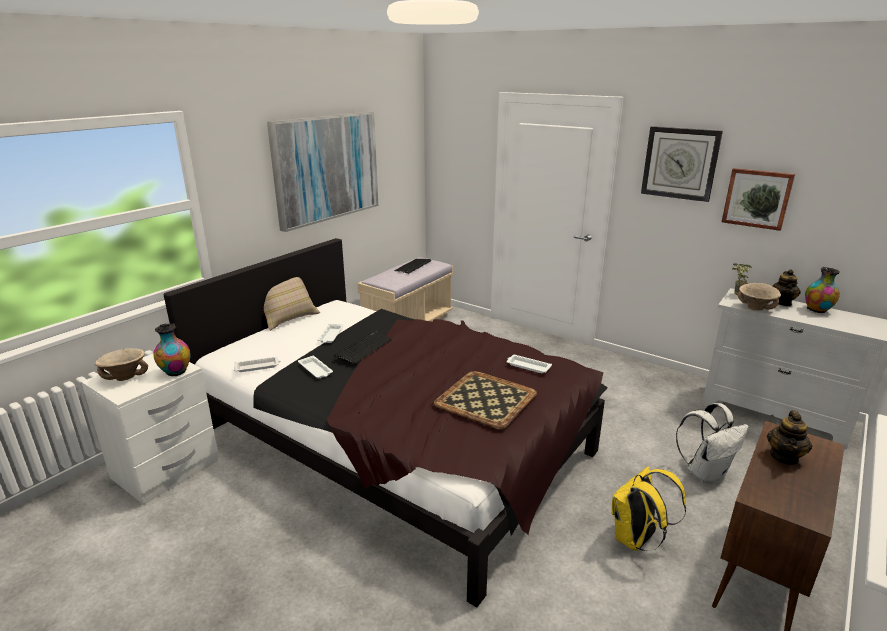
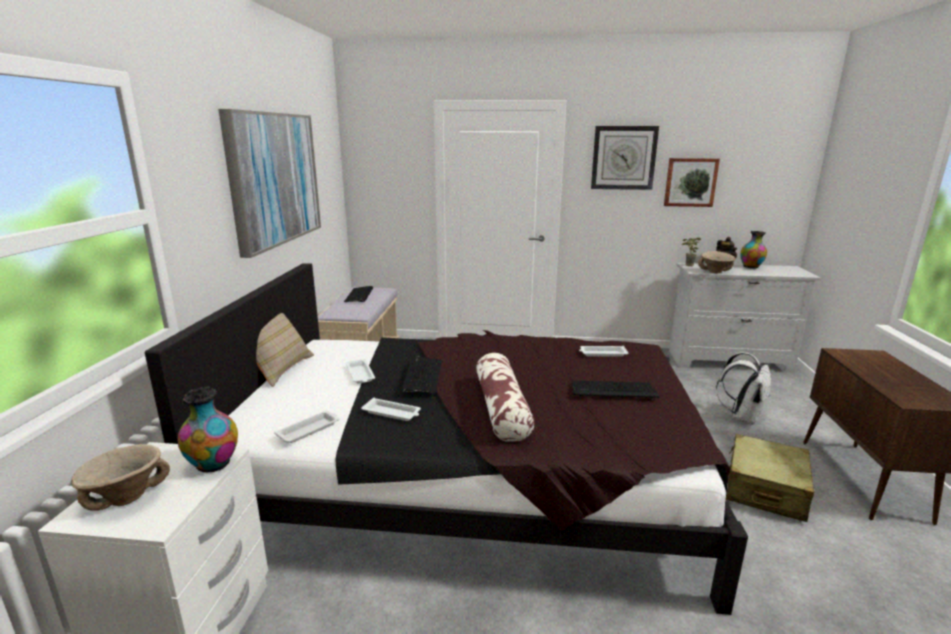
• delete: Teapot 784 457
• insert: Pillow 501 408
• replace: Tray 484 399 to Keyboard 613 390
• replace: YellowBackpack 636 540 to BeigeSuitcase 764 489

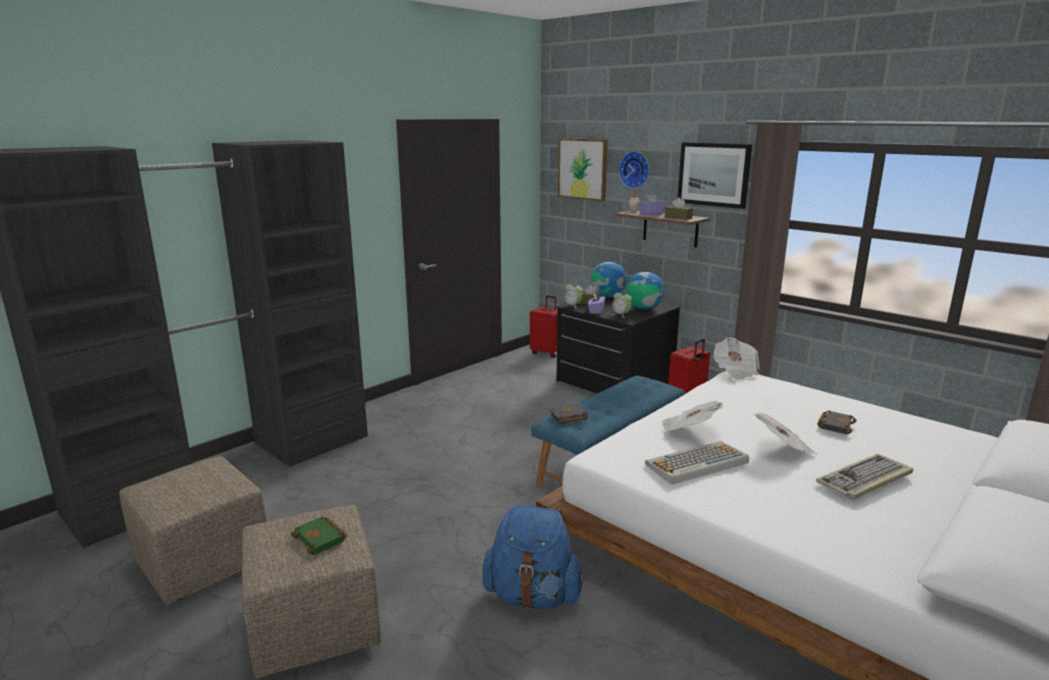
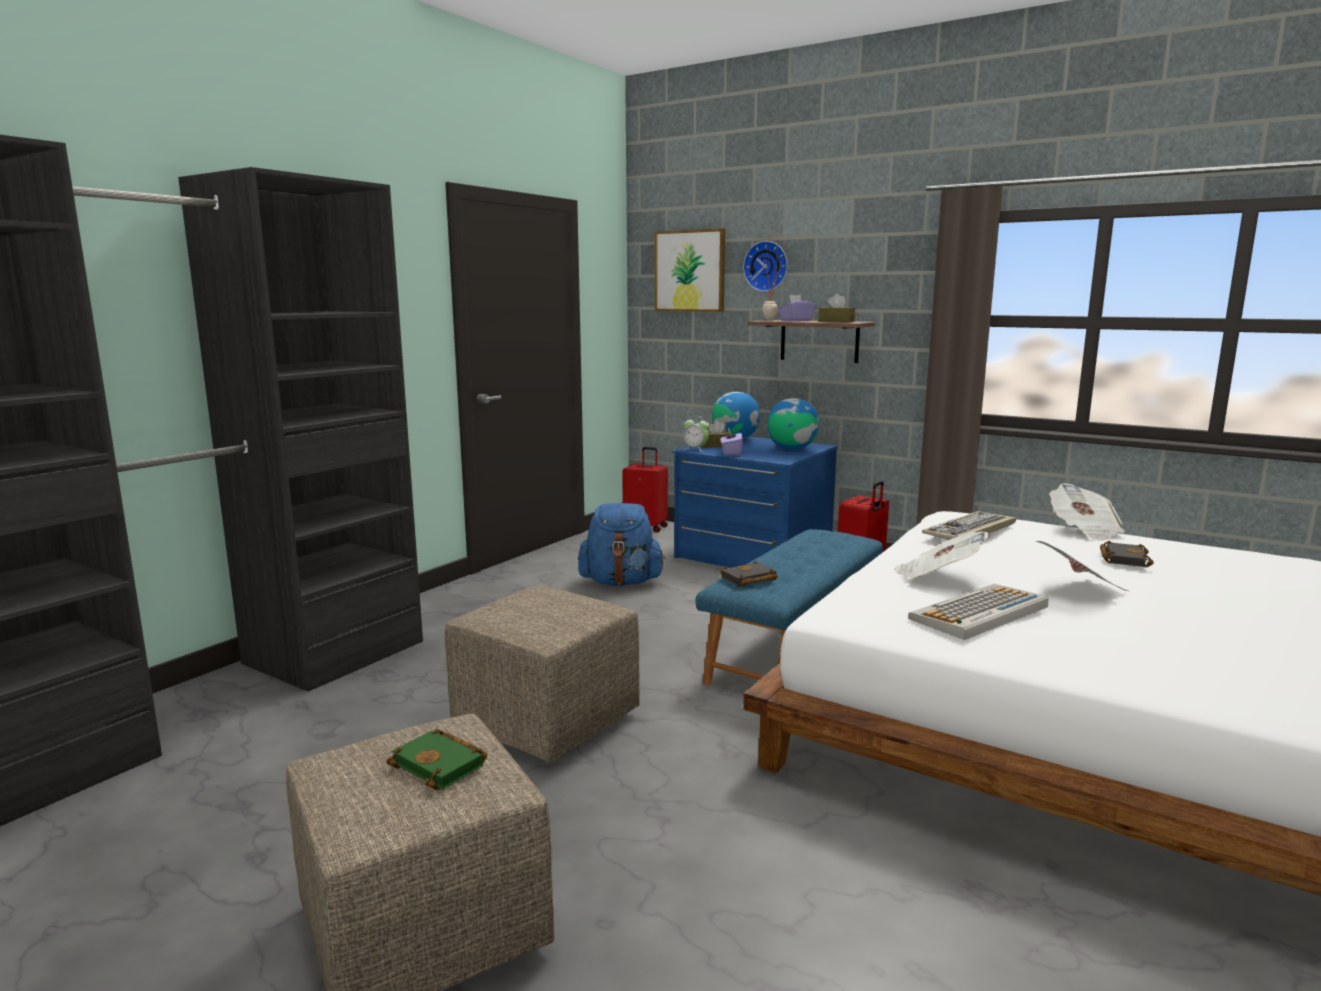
• delete: AlarmClock 621 315
• delete: Picture 713 174
• move: BeigeOttoman 204 563 to 549 721
• move: BlueBackpack 533 596 to 621 582
• move: Newspaper 735 371 to 1084 531
• move: Keyboard 865 480 to 970 530
• recolor: BlackDresser 613 382 to BlueDresser 752 554

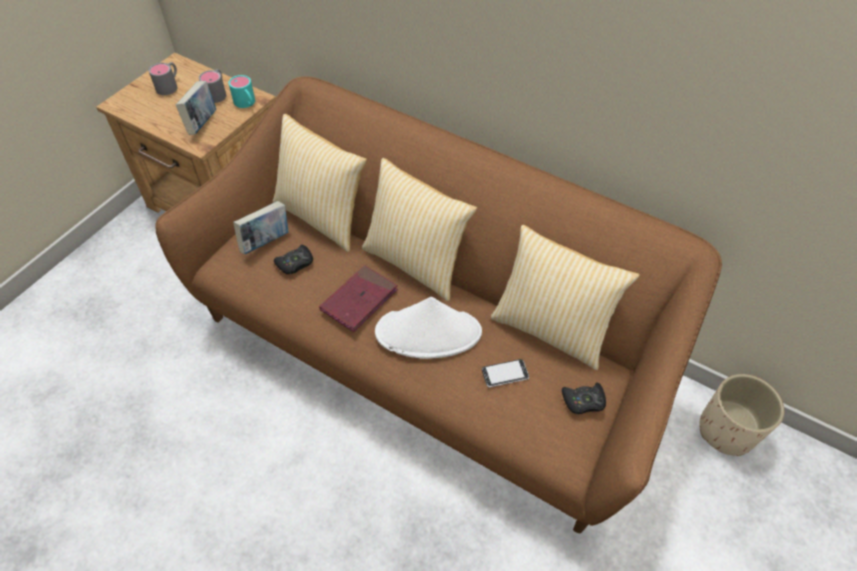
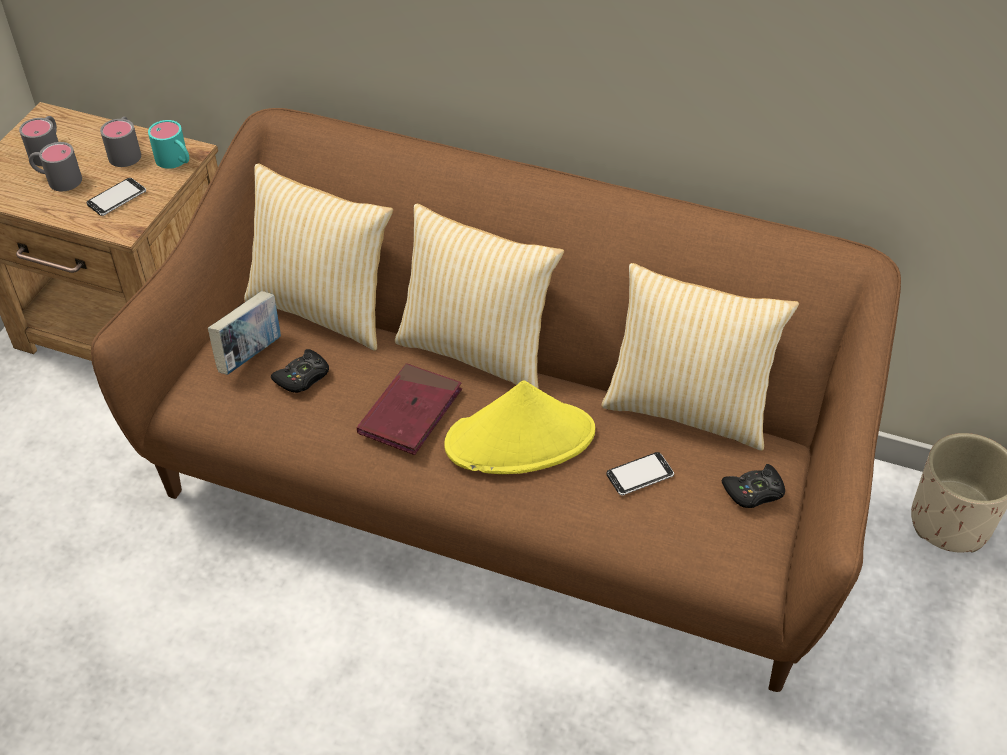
• insert: GreyMug 57 179
• replace: Book 202 123 to Phone 117 198
• recolor: WhiteHat 429 332 to YellowHat 520 439

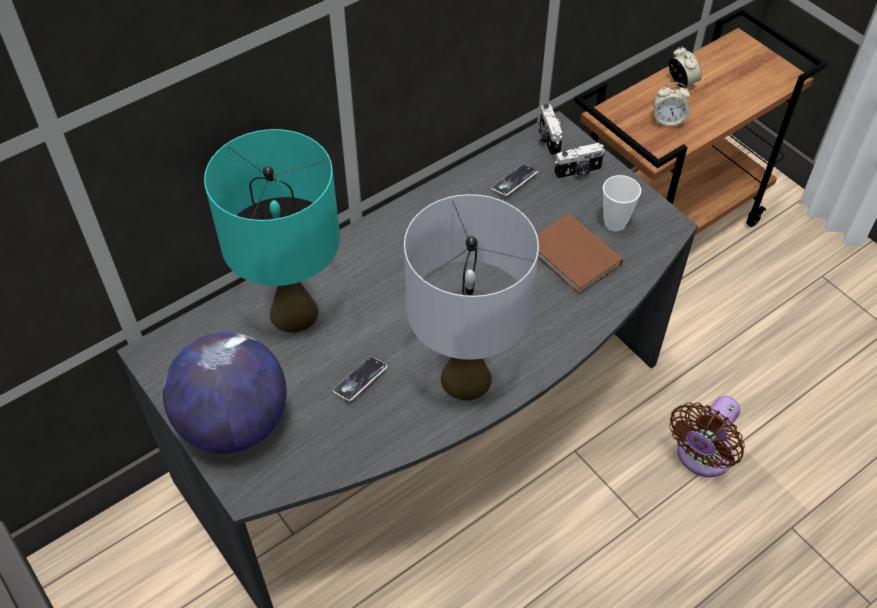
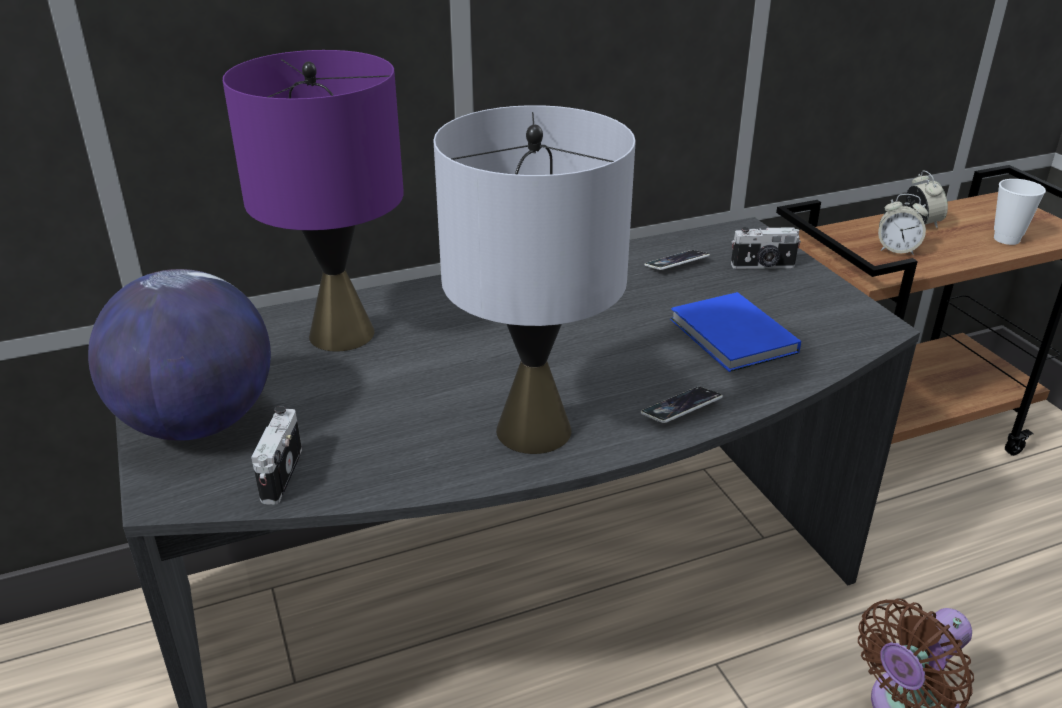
• move: Phone 360 380 to 681 409
• move: PhotoCamera 547 140 to 278 475
• move: Cup 615 223 to 1006 239
• recolor: TurquoiseTableLamp 294 312 to PurpleTableLamp 342 334
• recolor: BrownBook 574 258 to BlueBook 733 337

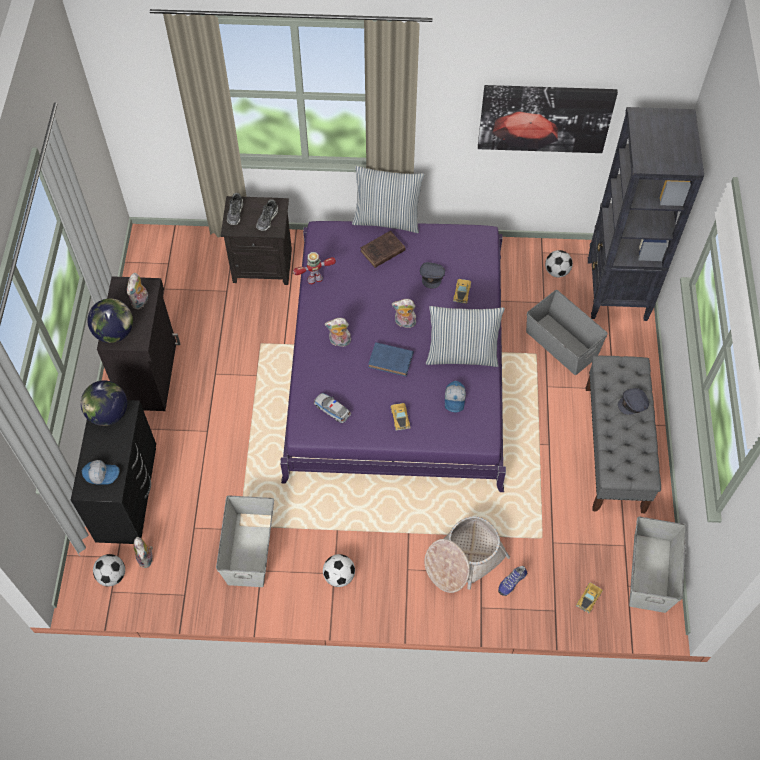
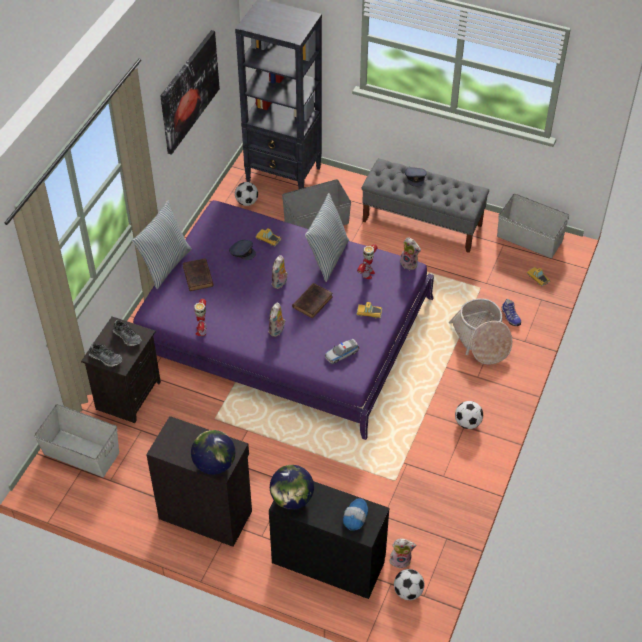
• move: PlushToy 141 302 to 410 264
• move: GreyStorageBox 249 550 to 81 453
• replace: Cap 455 400 to ToyRobot 367 274
• recolor: BlueBook 392 361 to BrownBook 313 301

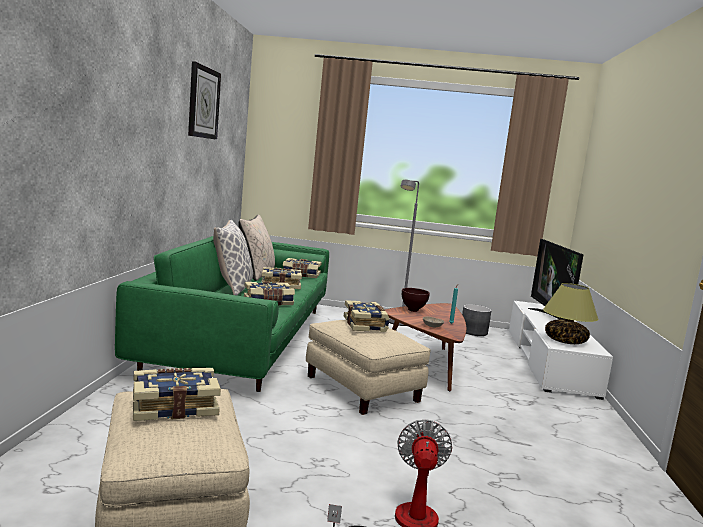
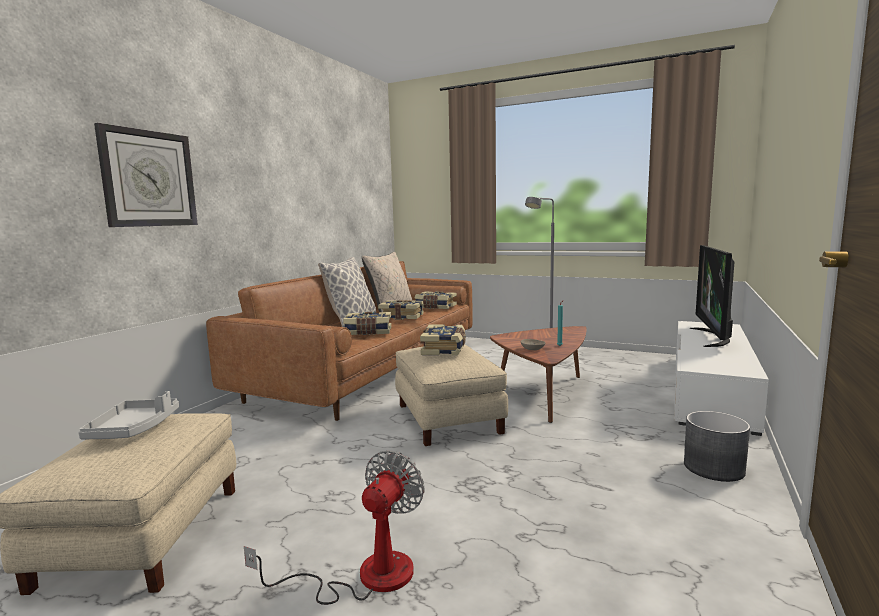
• delete: BrownBowl 414 310
• delete: TableLamp 565 341
• move: WallClock 203 102 to 149 179
• move: GreyPlanter 474 332 to 714 468
• replace: Book 174 406 to GreyTray 134 429
• recolor: GreenSofa 244 337 to BrownSofa 370 369

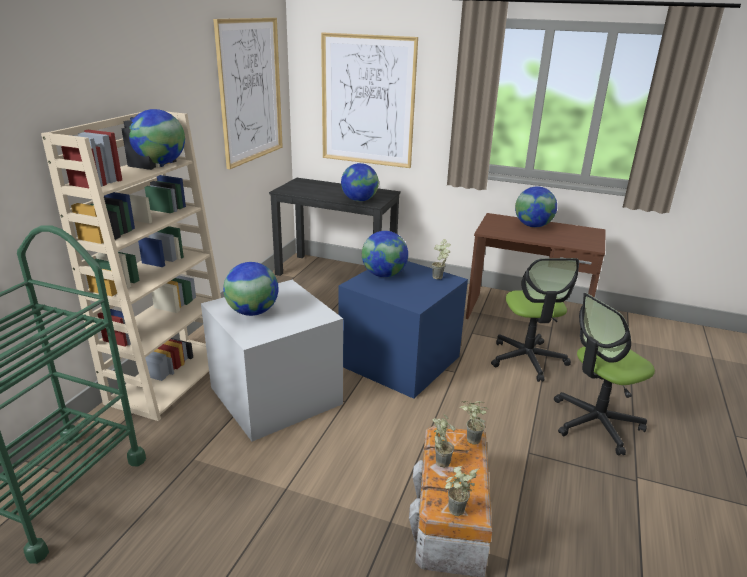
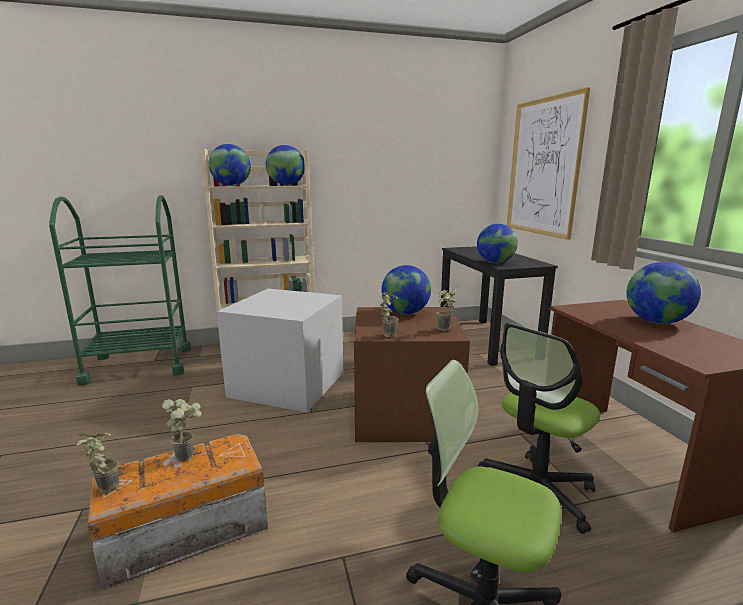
• delete: Picture 250 91
• move: Globe 252 312 to 231 185
• move: PottedPlant 469 441 to 386 334
• recolor: BlueStorageBox 401 360 to BrownStorageBox 406 414

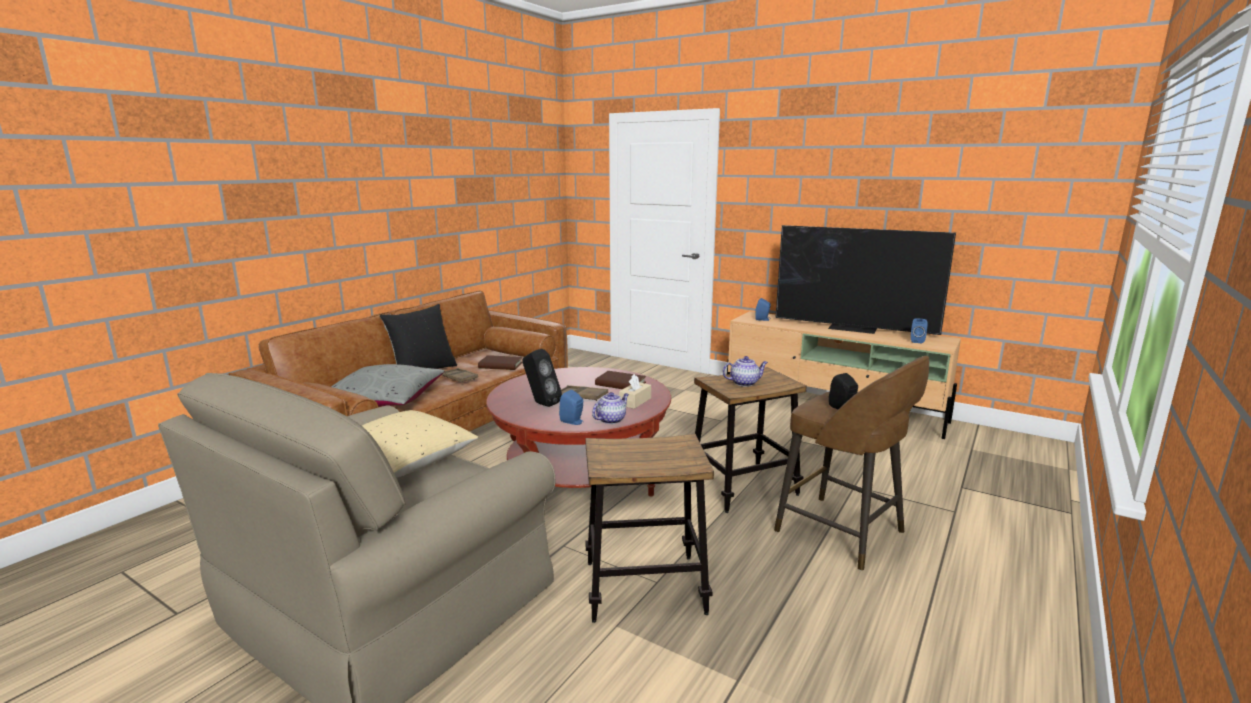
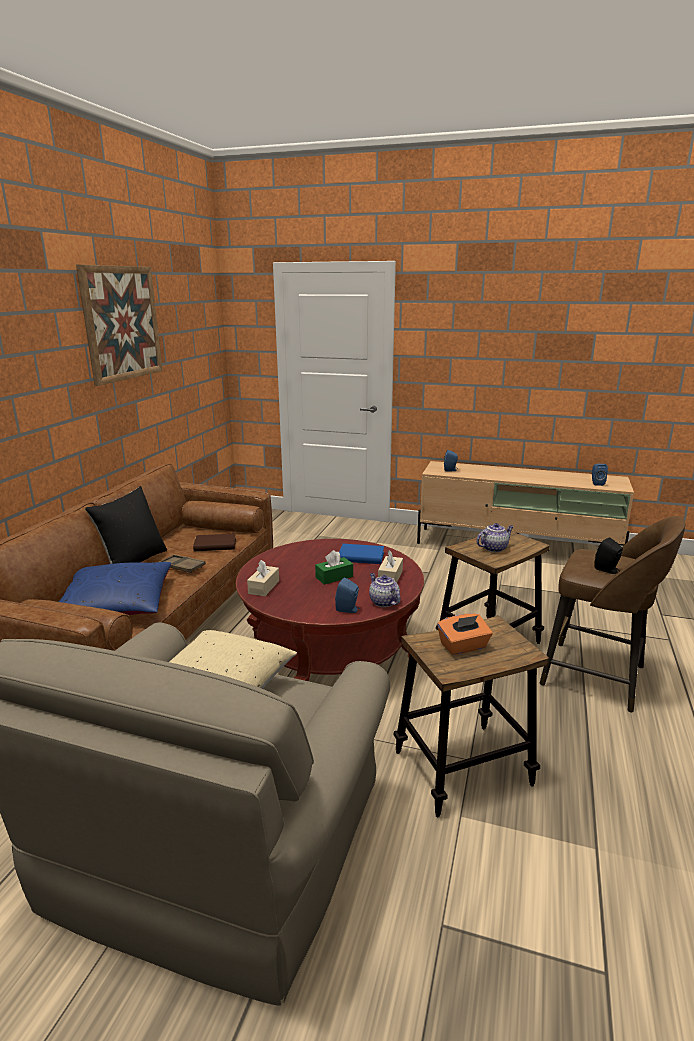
• delete: BlackSpeaker 541 404
• delete: Television 853 328
• insert: Picture 122 323
• insert: BeigeTissueBox 264 587
• insert: OrangeTissueBox 463 646
• replace: BrownTray 581 396 to GreenTissueBox 334 577
• recolor: GreyPillow 385 400 to BluePillow 117 605
• recolor: BrownBook 620 384 to BlueBook 361 557
• rotate: Teapot 611 420 = 383 602 60 degrees counterclockwise

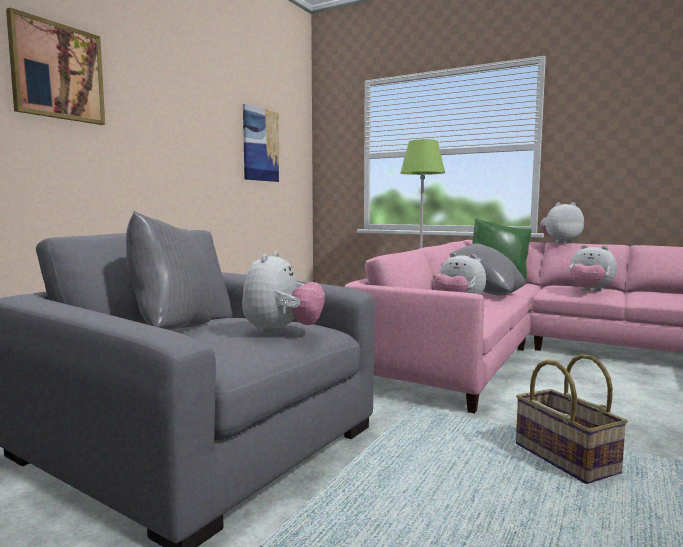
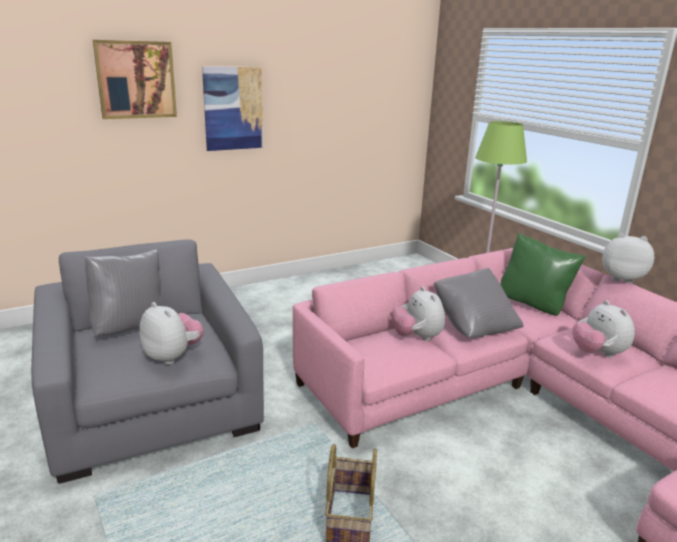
• move: Picture 260 145 to 233 108
• rotate: PlushToy 282 332 = 173 356 90 degrees counterclockwise

